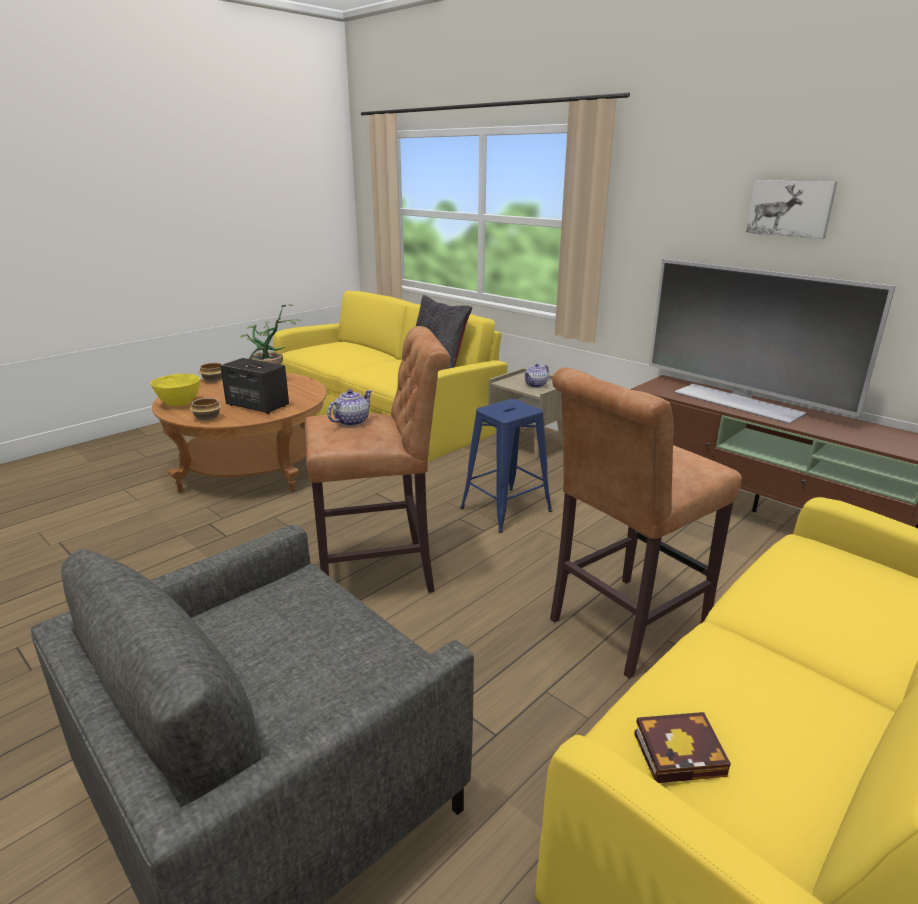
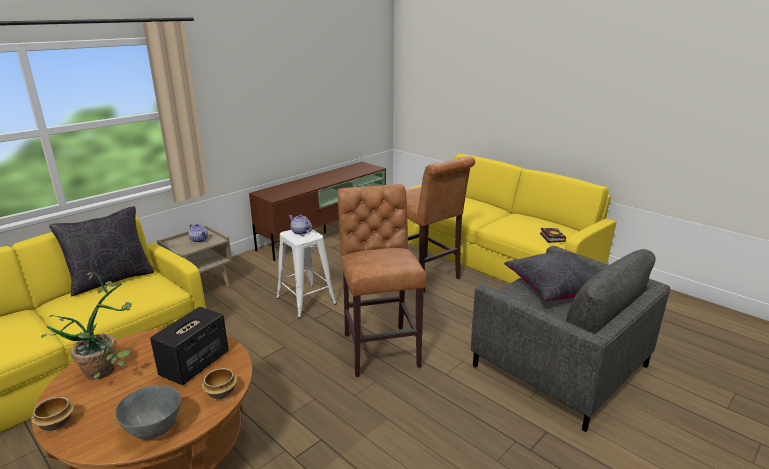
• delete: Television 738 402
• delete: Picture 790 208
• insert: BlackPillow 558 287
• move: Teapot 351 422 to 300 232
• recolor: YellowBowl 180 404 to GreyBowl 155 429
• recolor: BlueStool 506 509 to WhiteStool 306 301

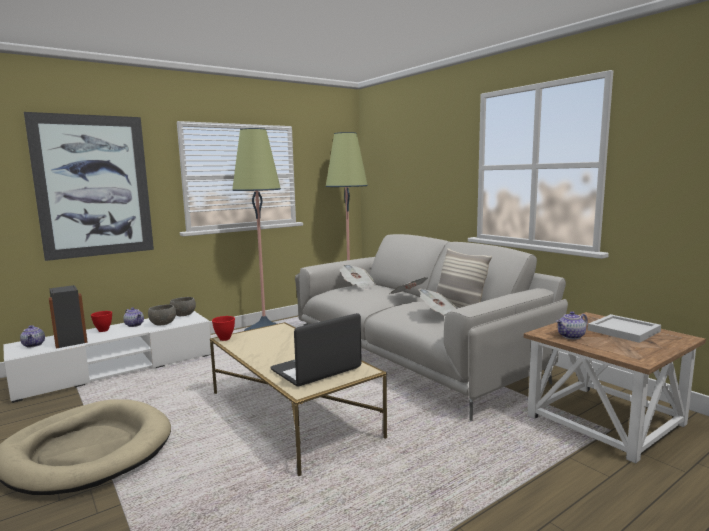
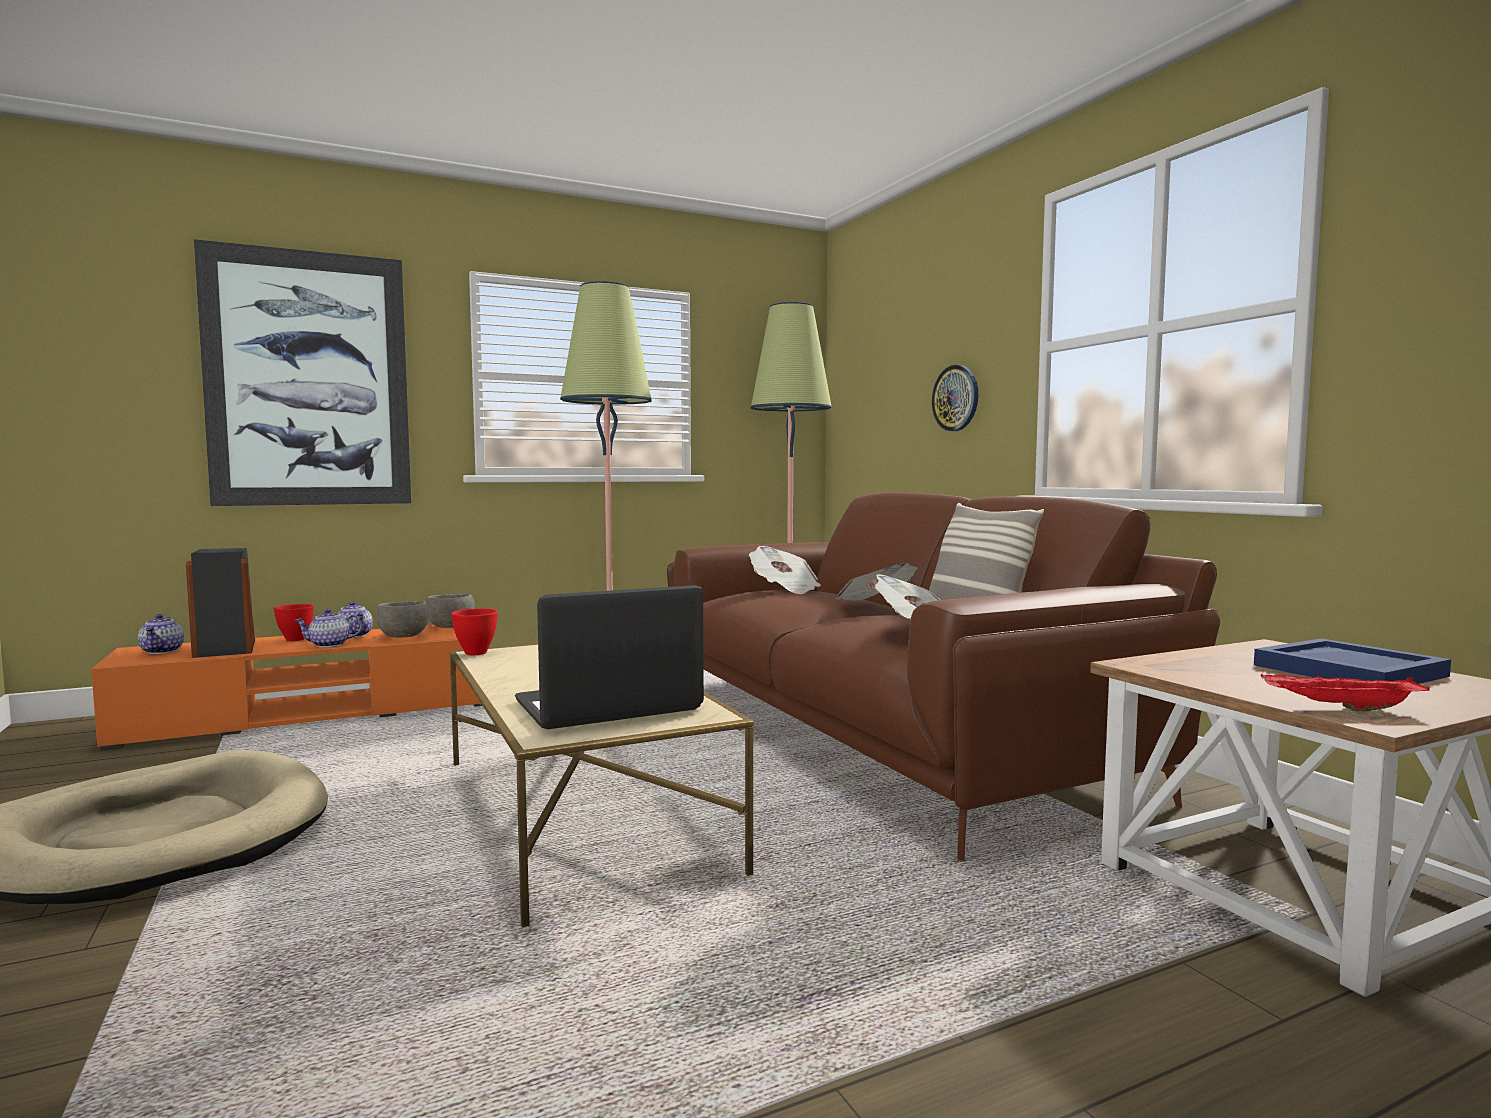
• insert: WallClock 956 398
• insert: RedTray 1341 709
• move: Teapot 571 336 to 329 645
• recolor: WhiteTvStand 117 369 to OrangeTvStand 313 714
• recolor: GreySofa 414 355 to BrownSofa 885 733
• recolor: WhiteTray 625 331 to BlueTray 1352 671

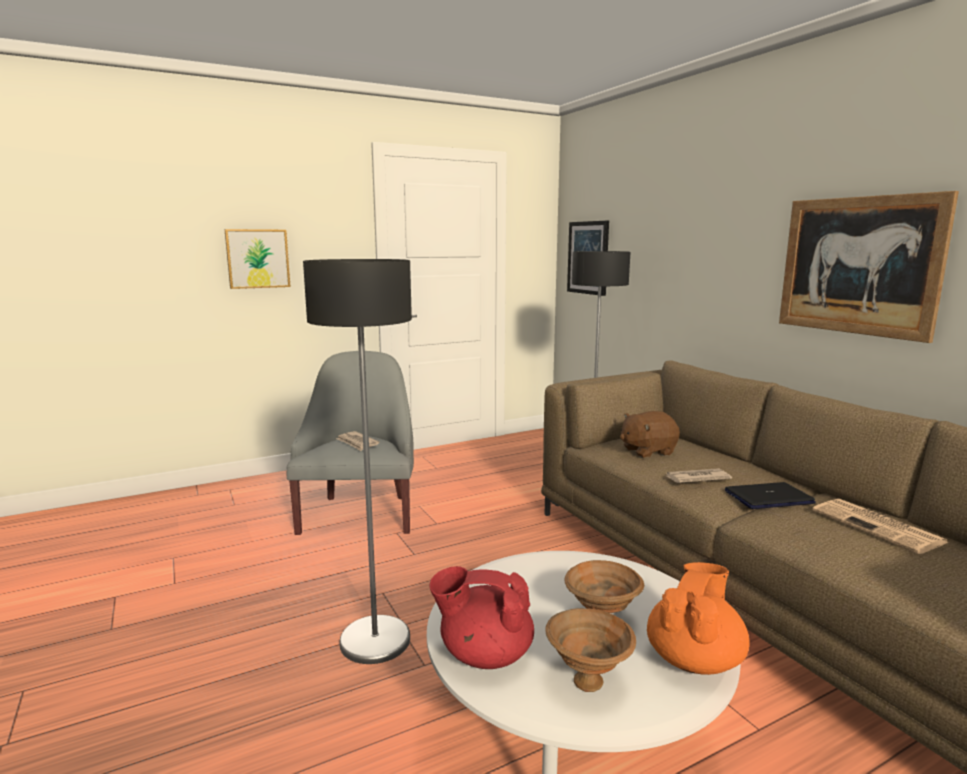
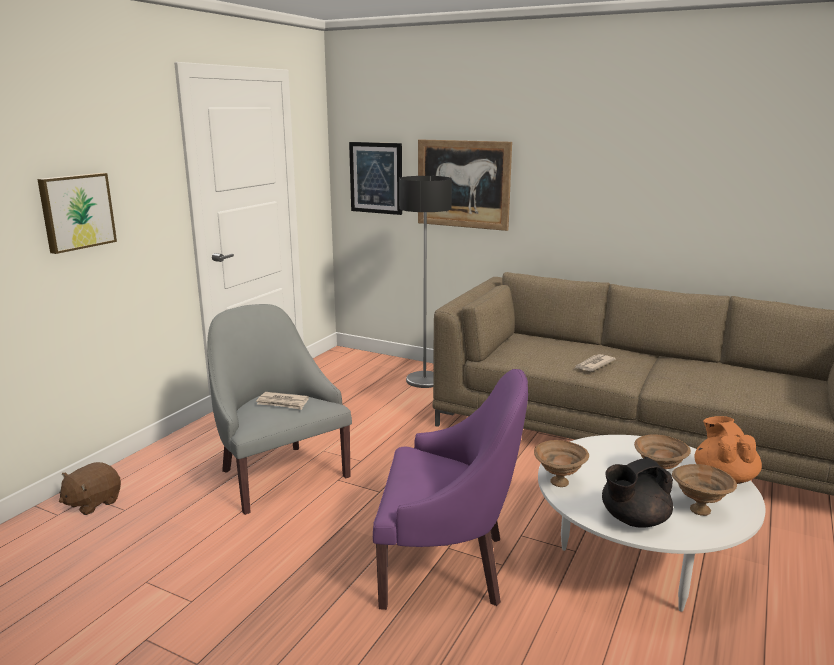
• delete: Laptop 768 497
• delete: Newspaper 879 527
• insert: BrownBowl 559 483
• move: BrownPlushToy 647 451 to 92 503
• move: Picture 858 265 to 463 184
• replace: FloorLamp 375 641 to PurpleArmchair 446 565
• recolor: RedTeapot 484 654 to BlackTeapot 633 520

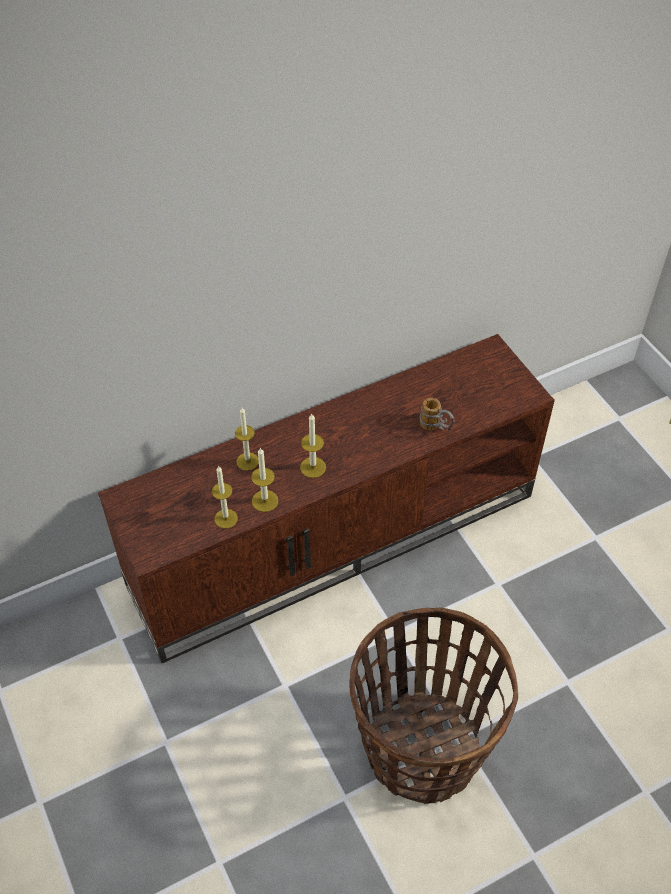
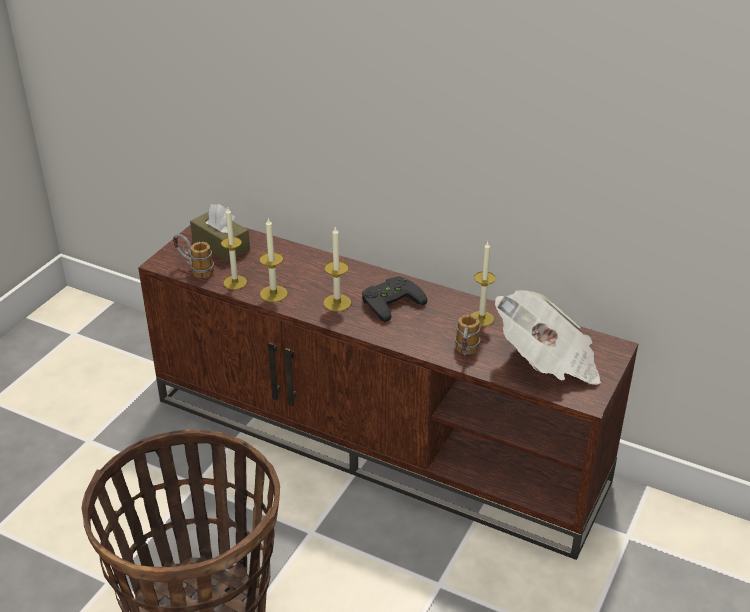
• insert: Mug 194 269
• insert: BrownTissueBox 221 245
• insert: BlackGameController 390 300
• insert: Newspaper 547 362
• move: Candle 247 461 to 481 318

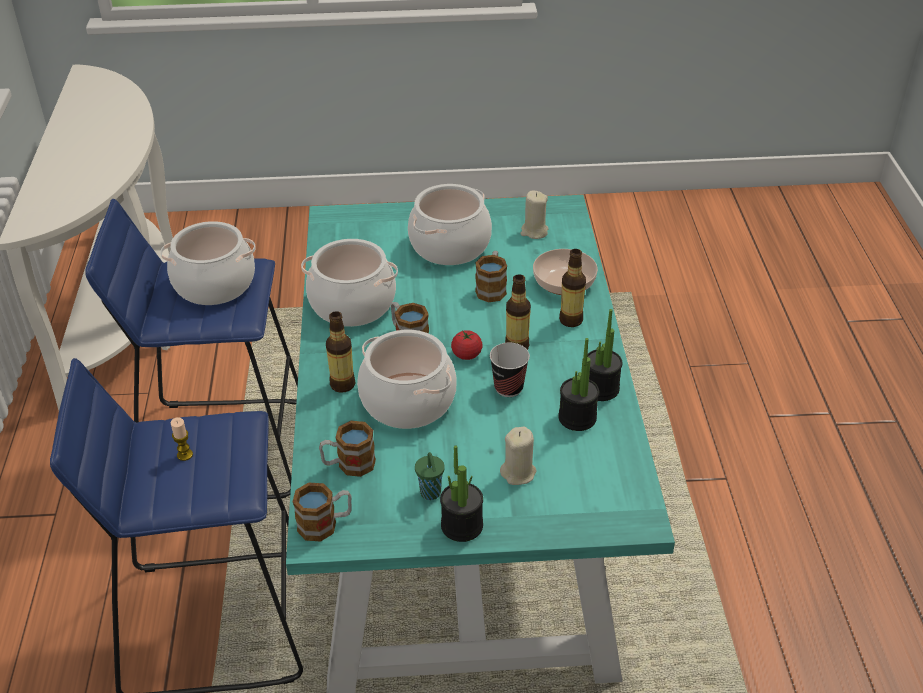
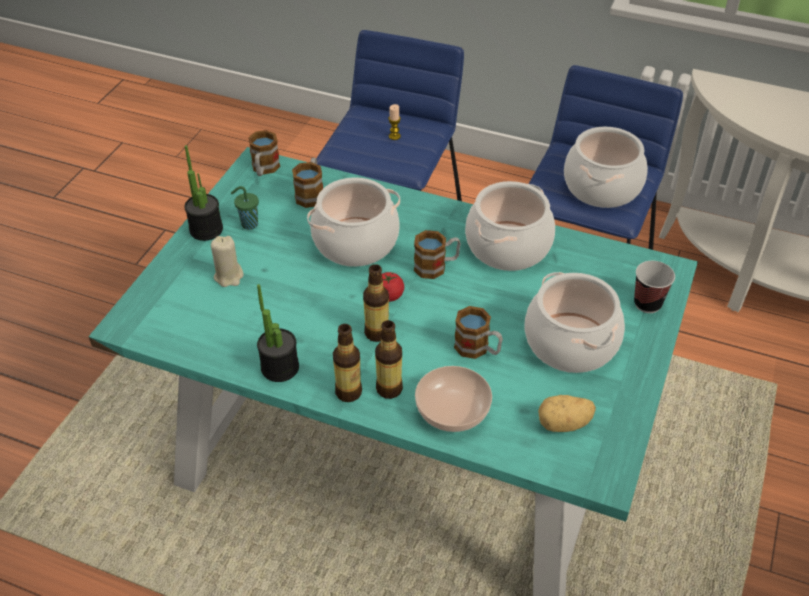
• delete: PottedPlant 577 418
• move: Bottle 342 384 to 348 392
• move: Cup 508 388 to 647 304
• replace: BeigeCandle 534 232 to Potato 564 424

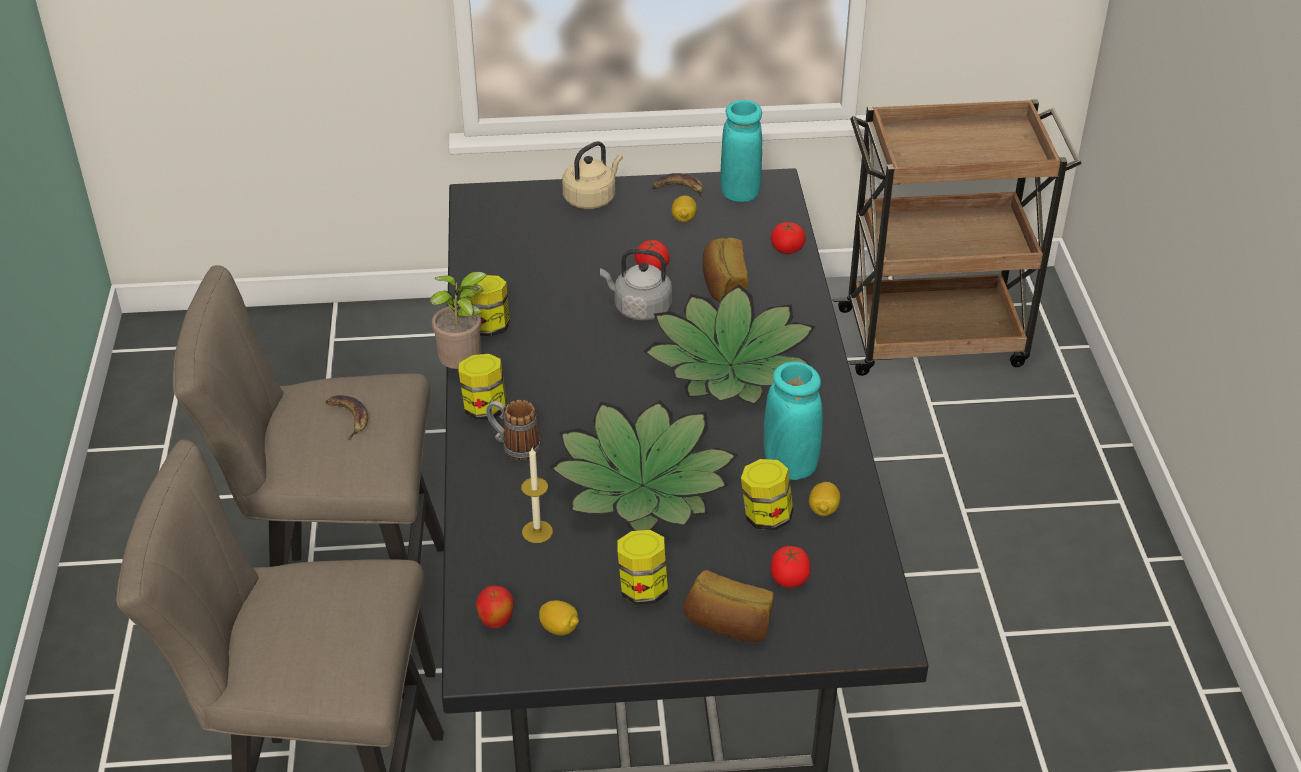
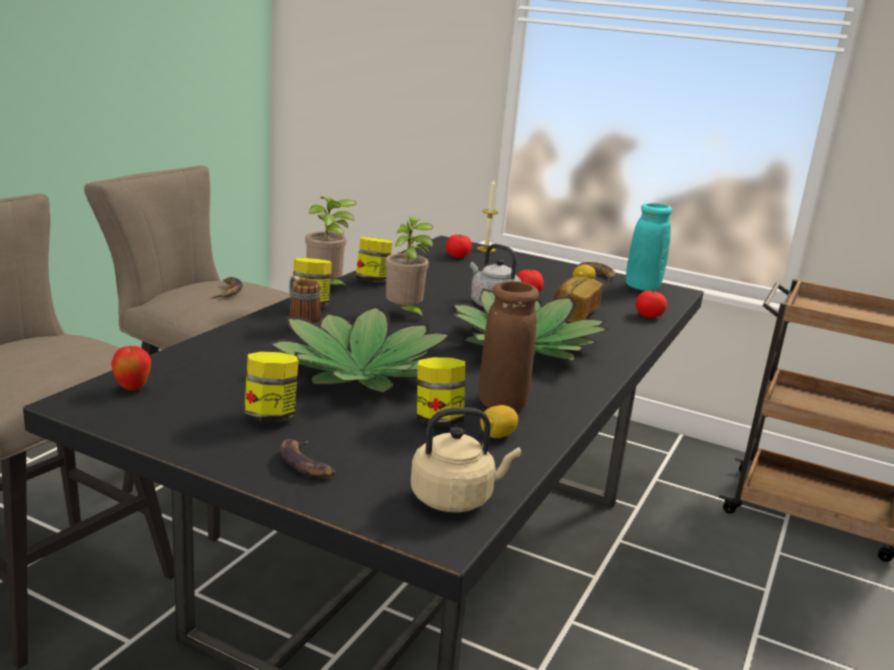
• delete: Lemon 559 628
• insert: PottedPlant 405 314
• move: Candle 537 531 to 486 249
• move: BeigeKettle 592 198 to 456 498
• move: Tomato 789 578 to 457 256
• replace: Bread 728 625 to Banana 306 463
• recolor: TurquoiseVase 790 465 to BrownVase 502 404

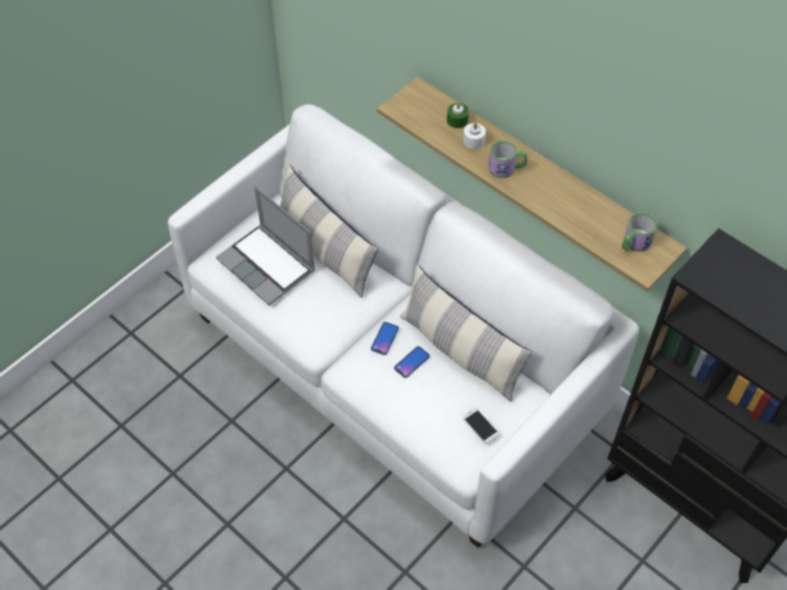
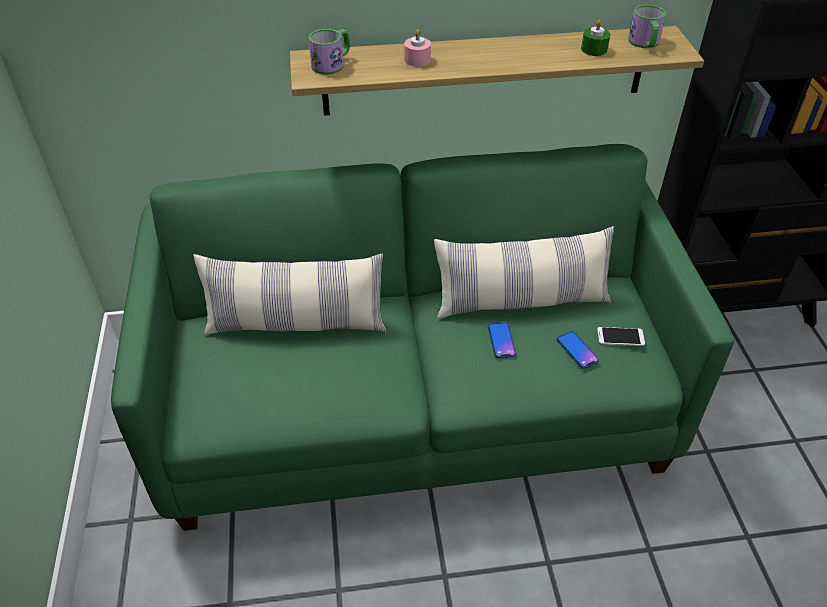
• delete: Laptop 268 265
• move: Phone 384 339 to 577 350
• move: GreenCandle 457 120 to 594 49
• move: Mug 506 168 to 332 64
• recolor: WhiteSofa 395 364 to GreenSofa 414 404
• recolor: WhiteCandle 474 140 to PinkCandle 417 59

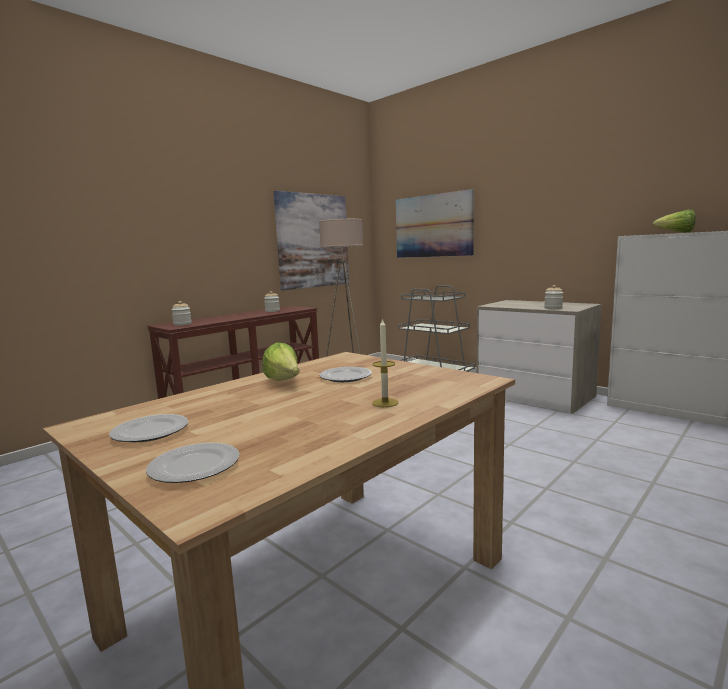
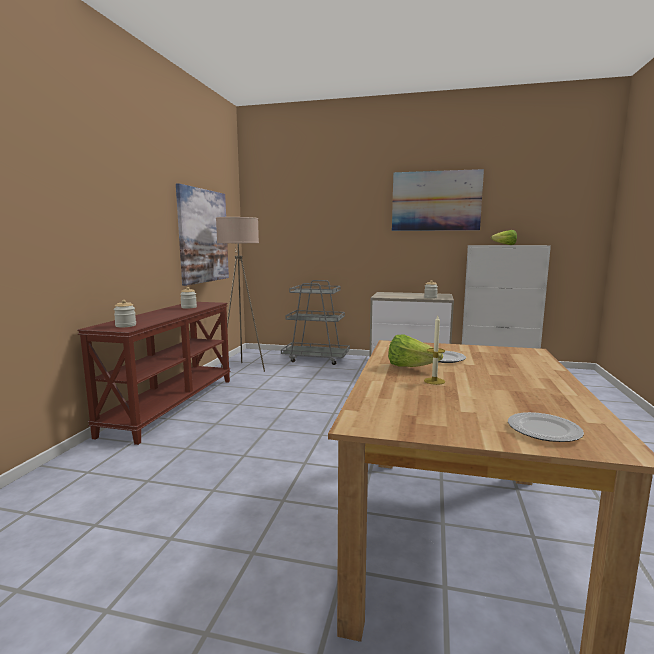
• delete: Plate 150 432
• move: Candle 385 403 to 434 381
• move: Picture 433 226 to 436 201

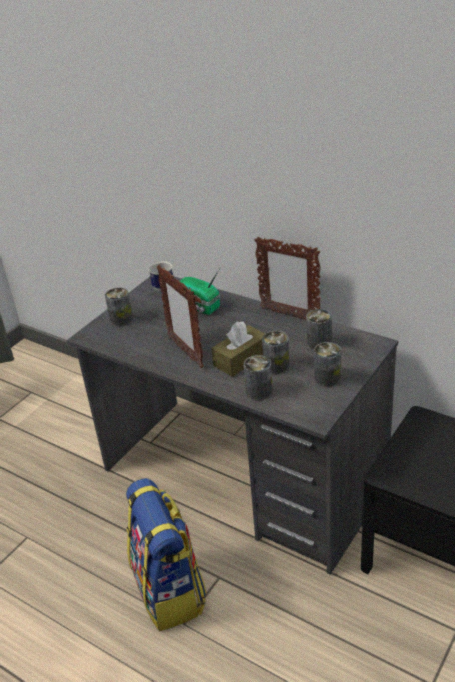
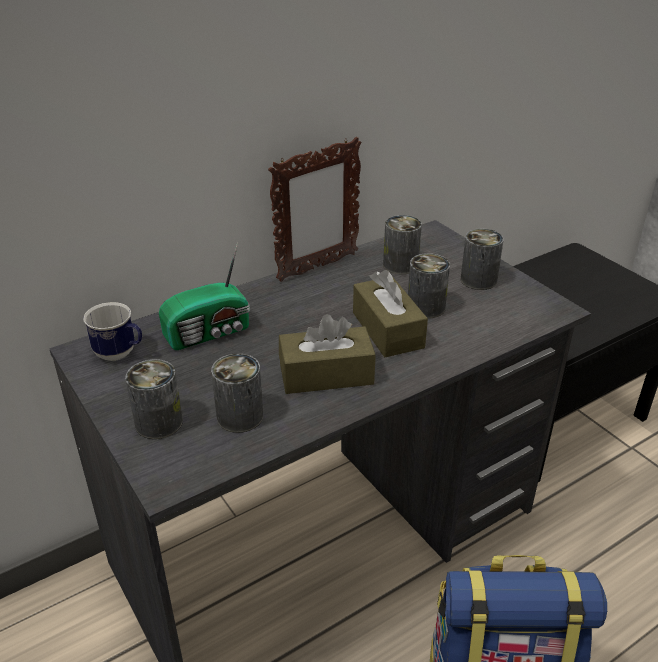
• move: Can 259 391 to 240 416
• replace: PictureFrame 185 352 to BrownTissueBox 326 374

